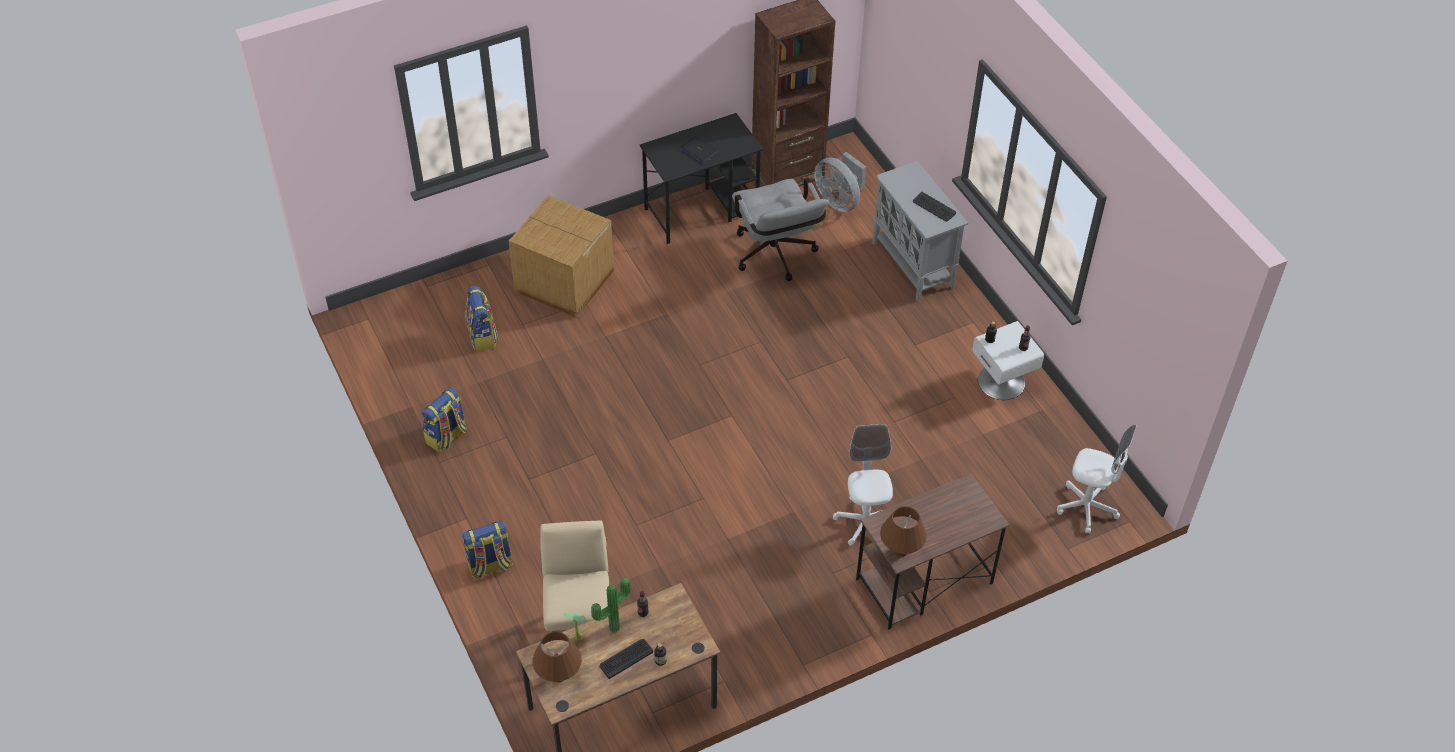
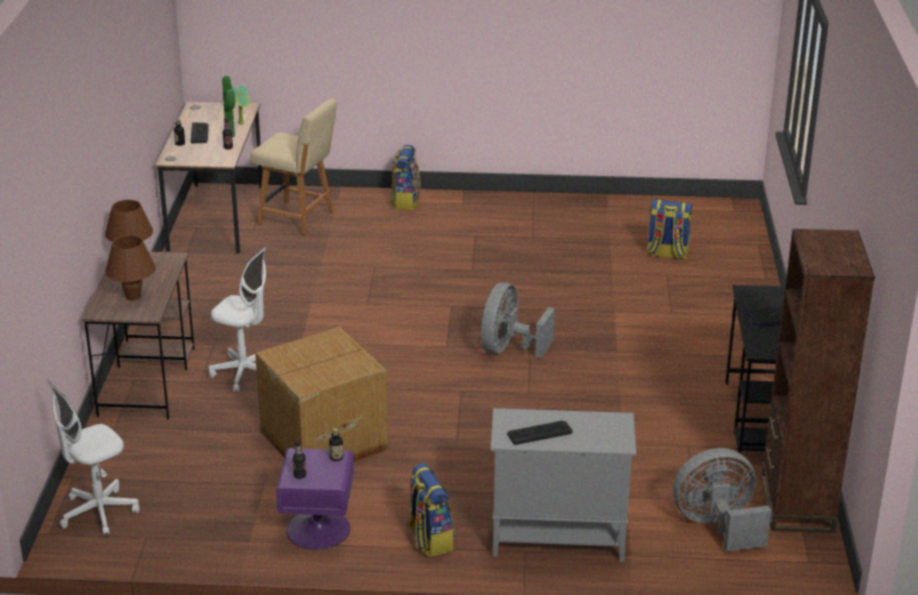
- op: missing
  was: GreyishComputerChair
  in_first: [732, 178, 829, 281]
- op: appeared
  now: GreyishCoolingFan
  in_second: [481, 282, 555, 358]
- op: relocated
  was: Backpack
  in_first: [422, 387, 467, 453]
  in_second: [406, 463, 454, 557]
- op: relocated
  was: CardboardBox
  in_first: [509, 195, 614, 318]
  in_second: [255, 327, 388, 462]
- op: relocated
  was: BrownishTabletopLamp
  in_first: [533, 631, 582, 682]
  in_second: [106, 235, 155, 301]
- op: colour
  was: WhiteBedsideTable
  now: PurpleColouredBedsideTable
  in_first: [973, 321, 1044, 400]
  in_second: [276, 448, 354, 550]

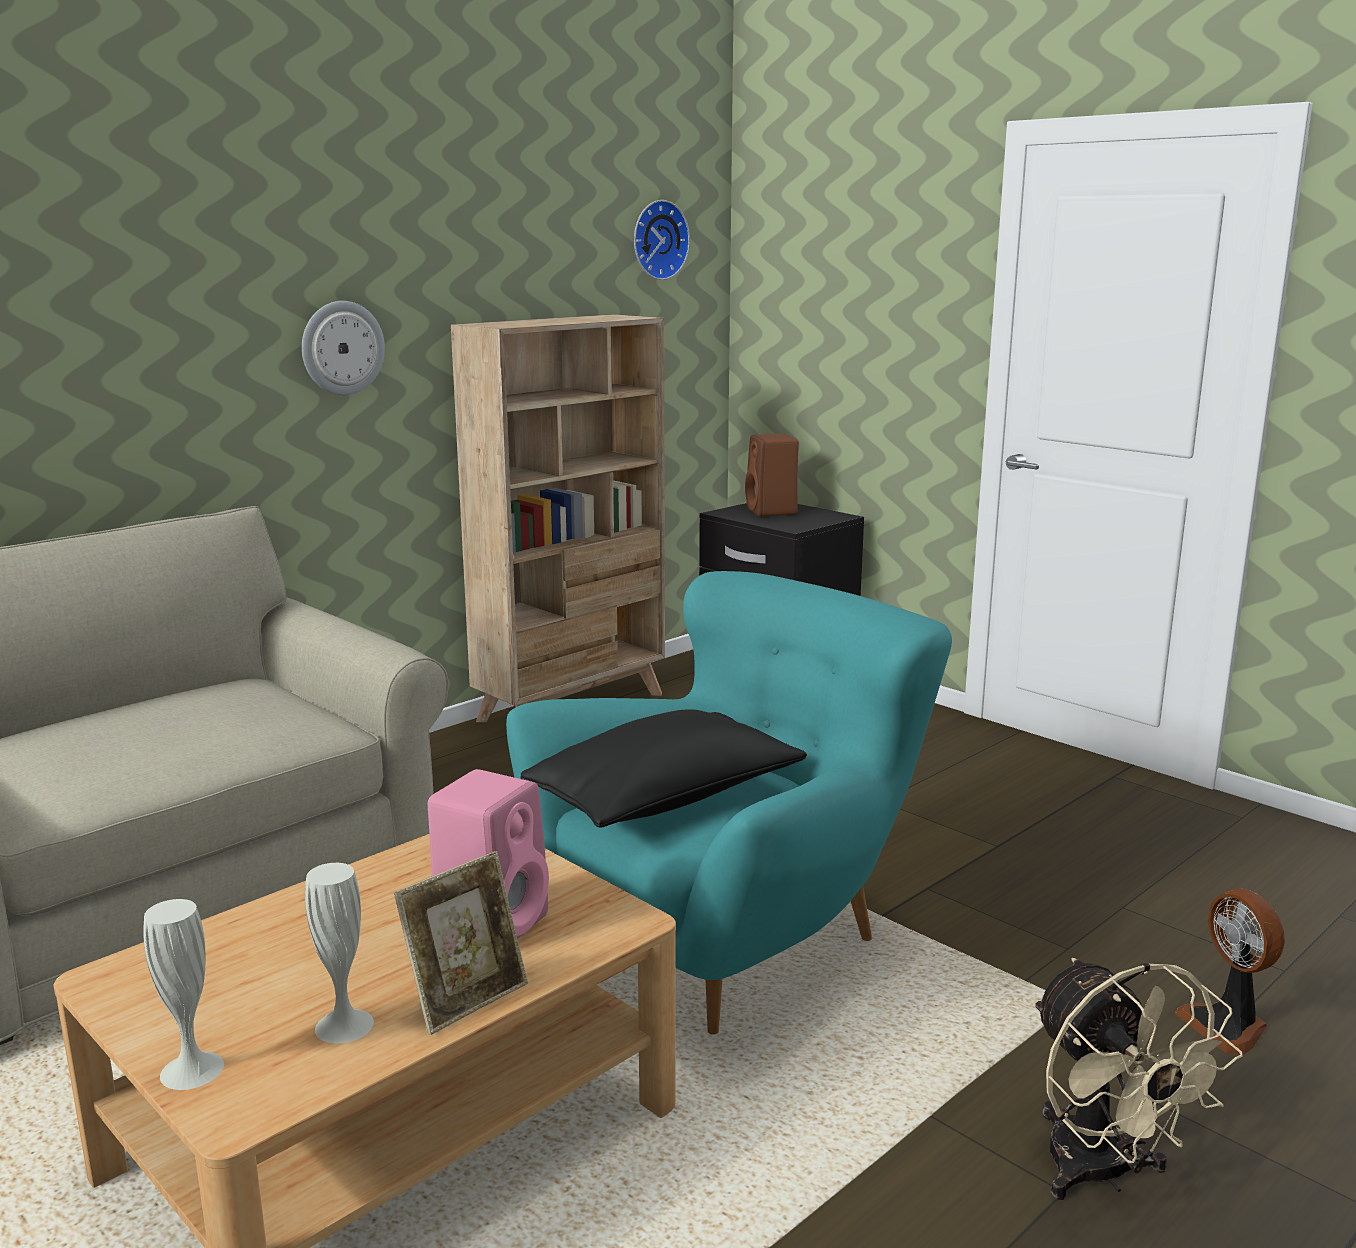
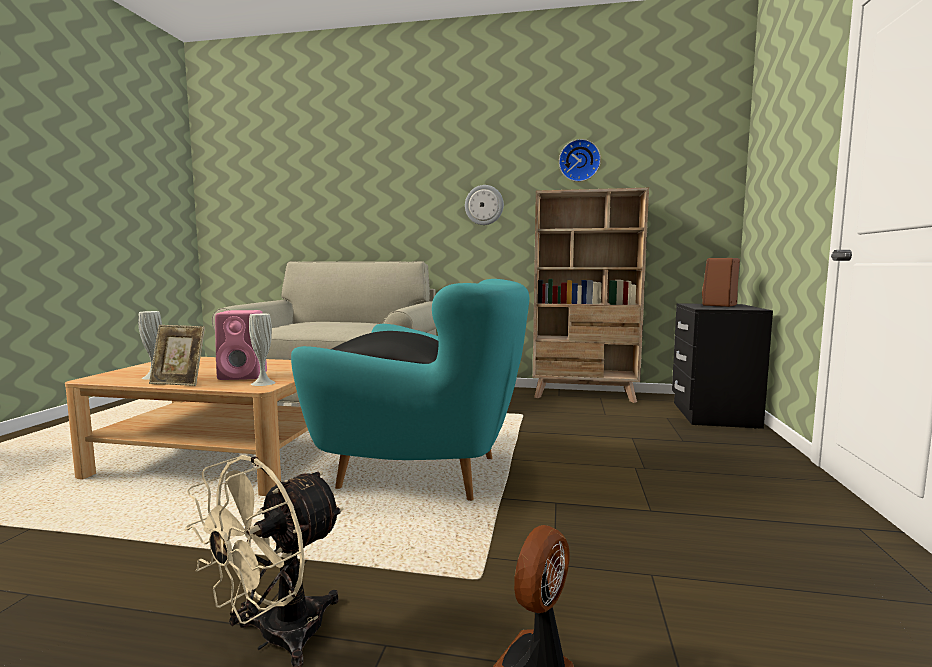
- op: relocated
  was: WhiteDecorativeVase
  in_first: [143, 899, 224, 1090]
  in_second: [249, 314, 276, 386]
- op: relocated
  was: HangingClock
  in_first: [634, 200, 690, 280]
  in_second: [559, 139, 601, 182]

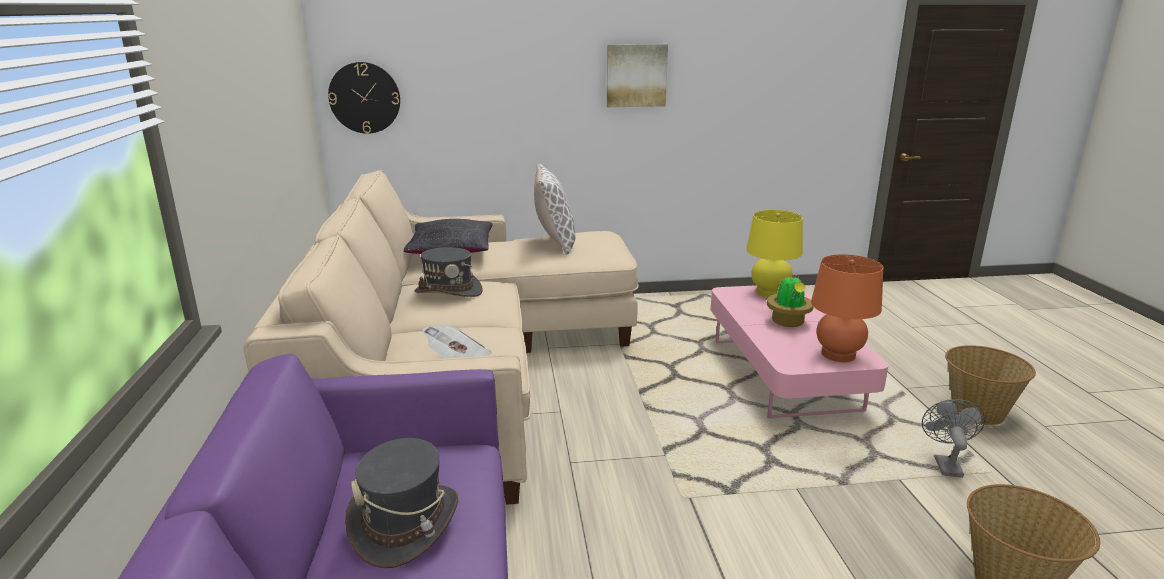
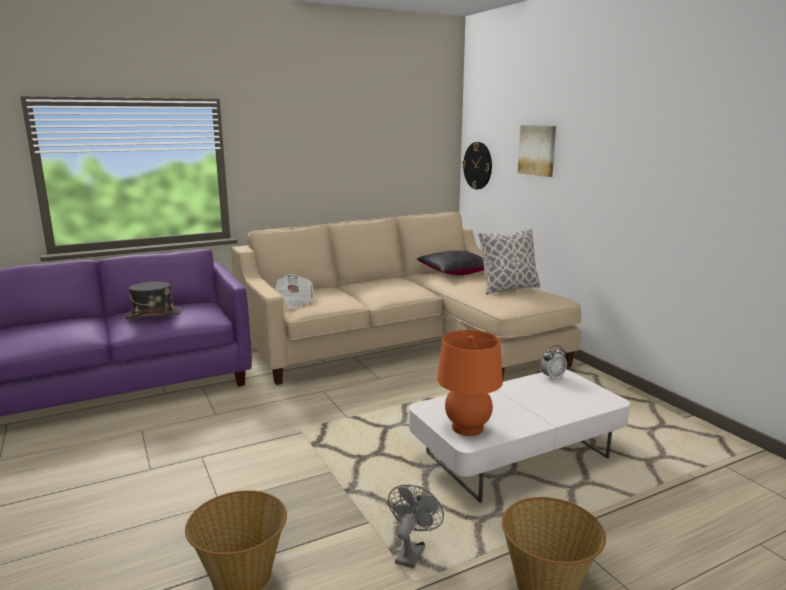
- op: missing
  was: GreyishWearableHat
  in_first: [414, 247, 483, 297]
- op: missing
  was: YellowTabletopLamp
  in_first: [746, 210, 803, 298]
- op: missing
  was: PottedPlant
  in_first: [767, 274, 813, 327]
- op: appeared
  now: AlarmClock
  in_second: [540, 345, 567, 381]
- op: relocated
  was: WallArt
  in_first: [607, 44, 668, 107]
  in_second: [518, 125, 556, 177]
- op: colour
  was: PinkishCoffeeTable
  now: WhiteCoffeeTable
  in_first: [711, 285, 888, 418]
  in_second: [409, 370, 630, 503]
- op: spun
  was: GreyishCoolingFan
  in_first: [922, 399, 985, 478]
  in_second: [388, 485, 444, 569]
  clockwise: -60

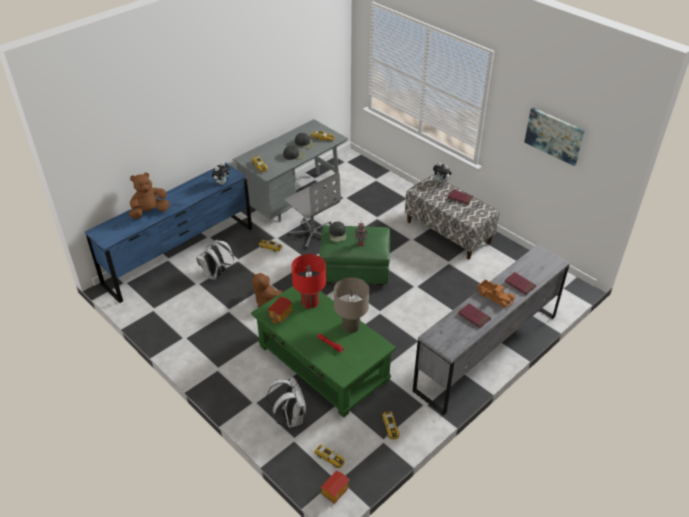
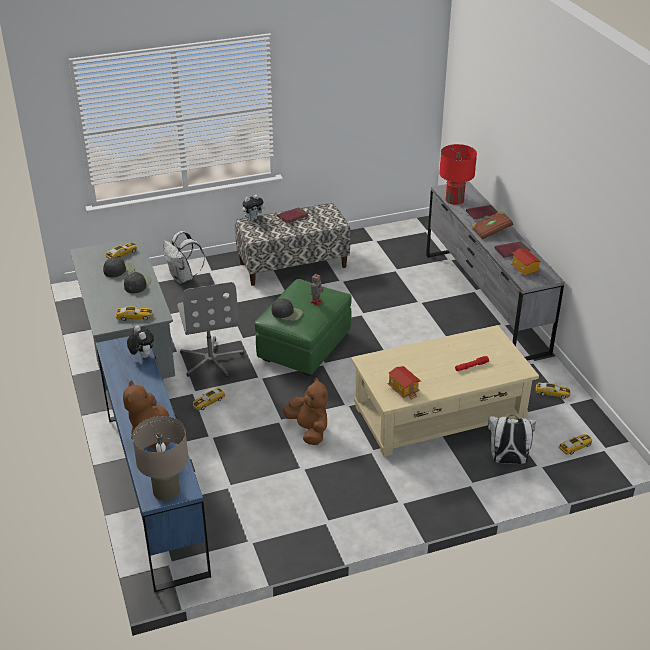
- op: missing
  was: WallArt
  in_first: [524, 108, 585, 166]
- op: relocated
  was: WhiteBackpack
  in_first: [196, 240, 234, 280]
  in_second: [163, 231, 205, 284]
- op: relocated
  was: RedColouredTabletopLamp
  in_first: [291, 254, 326, 308]
  in_second: [439, 144, 477, 205]
- op: relocated
  was: ToyHouse
  in_first: [321, 470, 349, 504]
  in_second: [511, 249, 541, 277]
- op: relocated
  was: BeigeTabletopLamp
  in_first: [334, 277, 369, 333]
  in_second: [132, 416, 189, 501]
- op: exchanged
  was: ToyLorry
  now: BrownishBook
  in_first: [477, 279, 515, 308]
  in_second: [471, 210, 513, 239]
- op: colour
  was: GreenCoffeeTable
  now: BeigeCoffeeTable
  in_first: [251, 286, 396, 418]
  in_second: [351, 325, 539, 457]
- op: spun
  was: BrownishCuddlyToy
  in_first: [252, 273, 283, 308]
  in_second: [283, 378, 328, 445]
  clockwise: -105
- op: spun
  was: GreyishComputerChair
  in_first: [284, 172, 341, 248]
  in_second: [177, 282, 244, 378]
  clockwise: 90

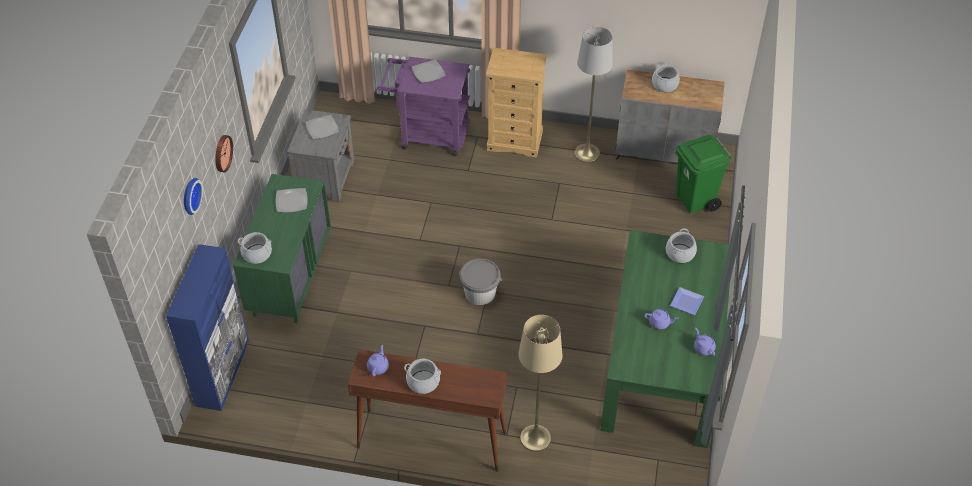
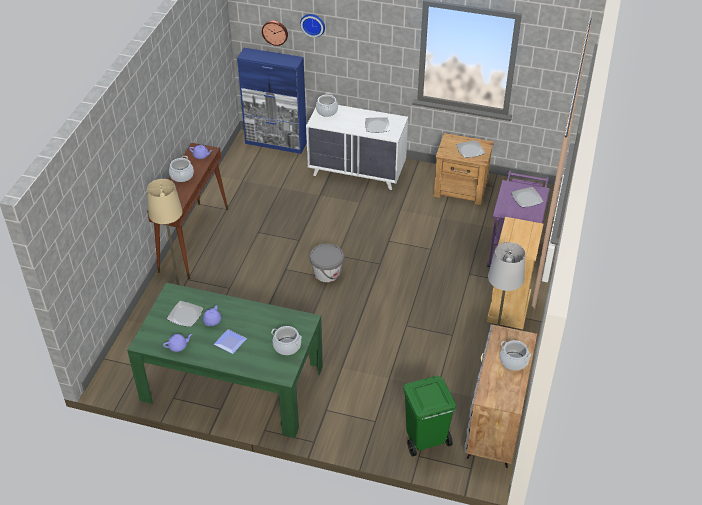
- op: appeared
  now: FlatDish
  in_second: [167, 301, 204, 327]
- op: relocated
  was: HangingClock
  in_first: [215, 135, 233, 172]
  in_second: [262, 21, 288, 46]
- op: colour
  was: GreenChestOfDrawers
  now: WhiteChestOfDrawers
  in_first: [233, 174, 331, 323]
  in_second: [306, 105, 408, 190]
- op: colour
  was: GreyishBedsideTable
  now: BrownishBedsideTable
  in_first: [287, 109, 354, 202]
  in_second: [434, 133, 494, 206]

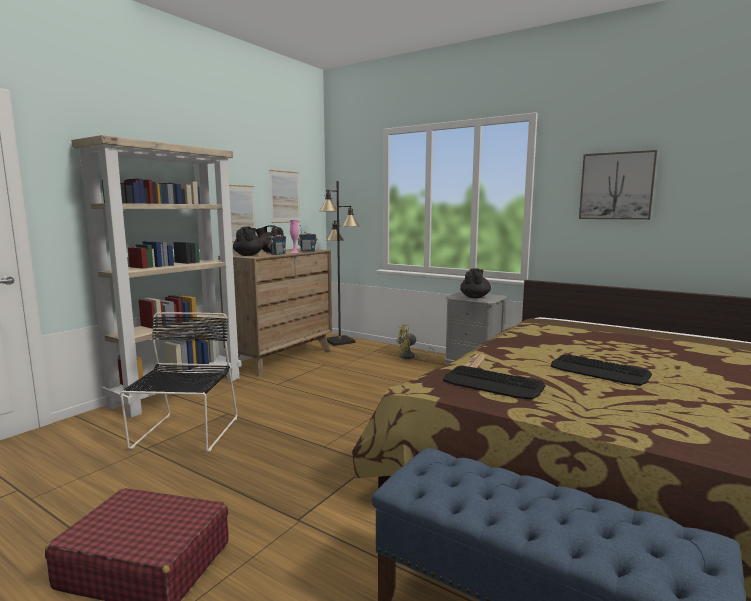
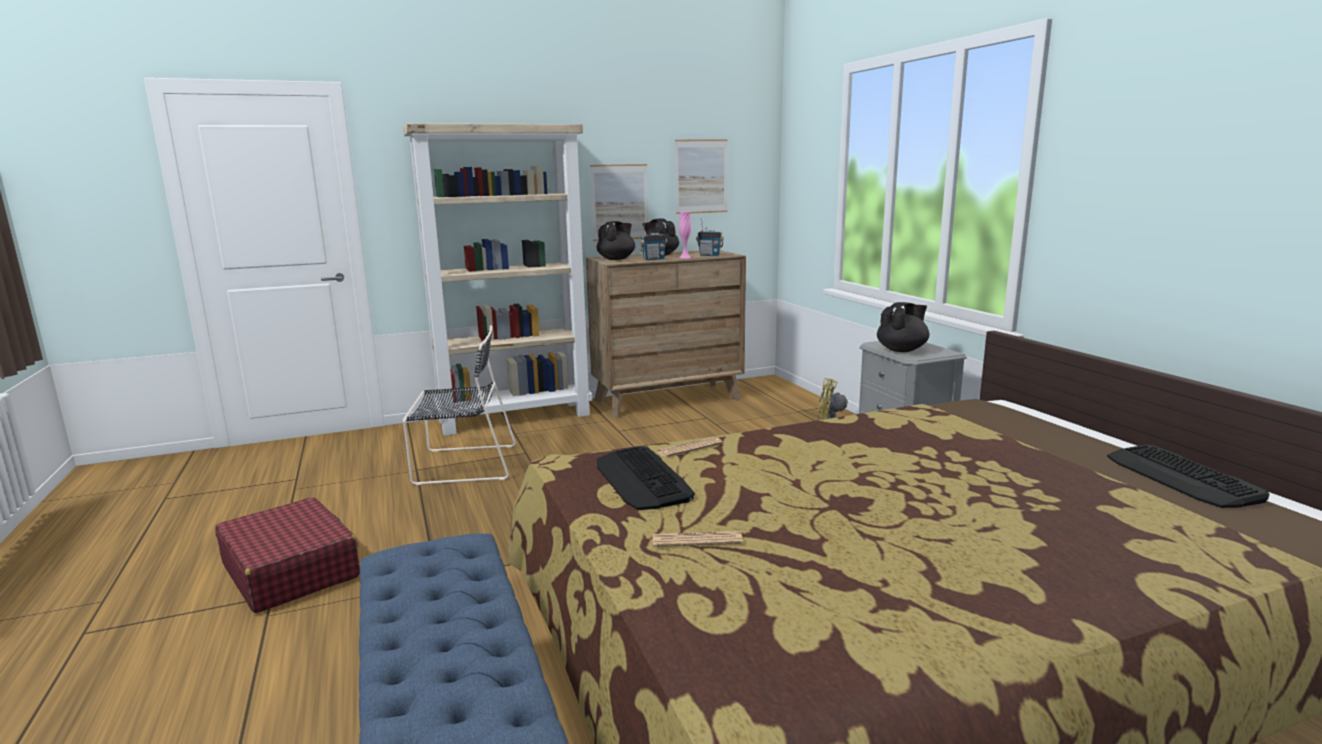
- op: missing
  was: BlackColouredStandingLamp
  in_first: [320, 181, 359, 346]
- op: missing
  was: WallArt
  in_first: [579, 150, 657, 220]
- op: appeared
  now: DailyPaper
  in_second: [652, 531, 743, 547]
- op: relocated
  was: Keyboard
  in_first: [551, 354, 652, 386]
  in_second: [1107, 445, 1269, 508]
- op: spun
  was: BlackColouredChair
  in_first: [120, 312, 237, 452]
  in_second: [403, 325, 516, 485]
  clockwise: 45

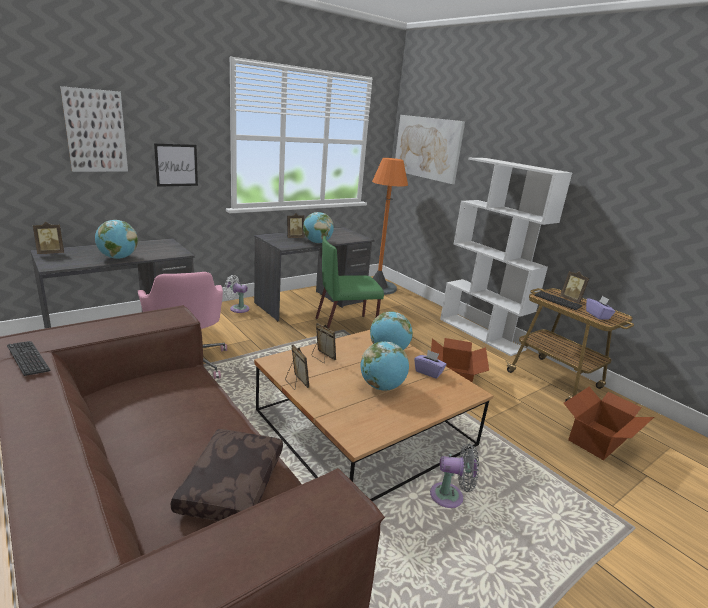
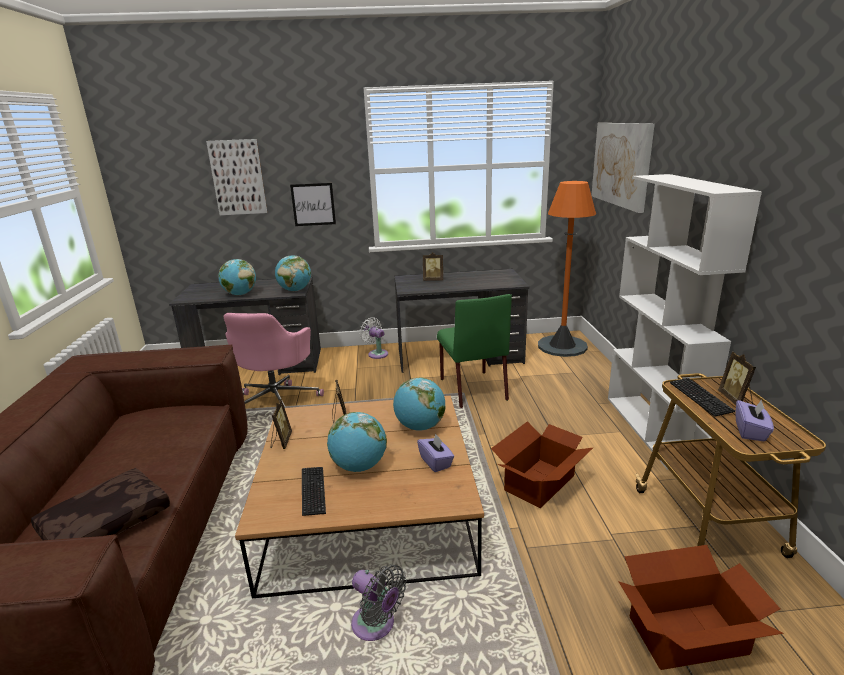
- op: missing
  was: PictureFrame
  in_first: [33, 222, 64, 254]
- op: relocated
  was: Keyboard
  in_first: [7, 341, 50, 376]
  in_second: [302, 467, 326, 516]
- op: relocated
  was: DeskGlobe
  in_first: [303, 212, 334, 243]
  in_second: [275, 255, 311, 291]
- op: spun
  was: GreenChair
  in_first: [315, 236, 384, 328]
  in_second: [437, 294, 512, 408]
  clockwise: -120

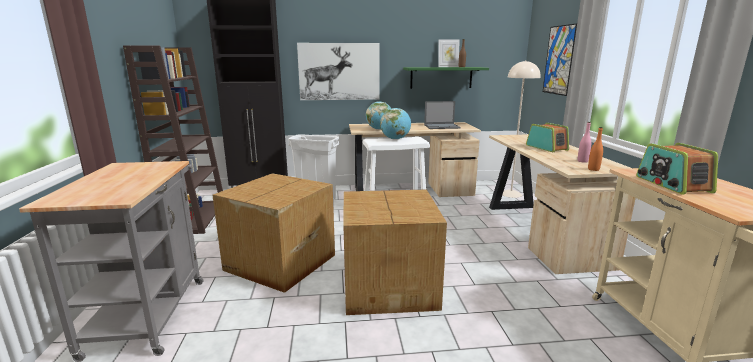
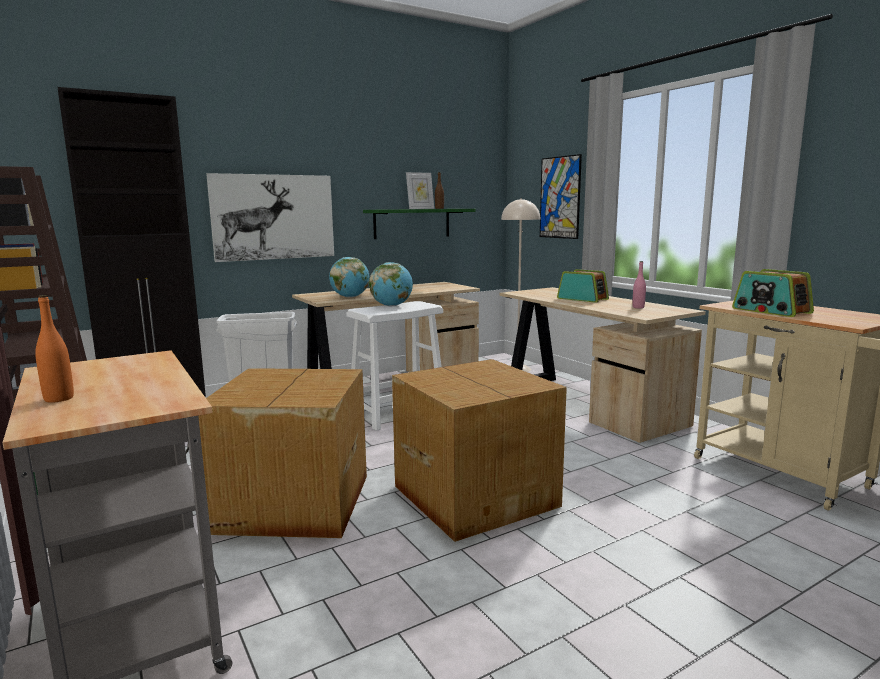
- op: missing
  was: PortableComputer
  in_first: [424, 101, 461, 129]
- op: relocated
  was: OrangeBeverageBottle
  in_first: [588, 127, 603, 171]
  in_second: [35, 295, 74, 403]

